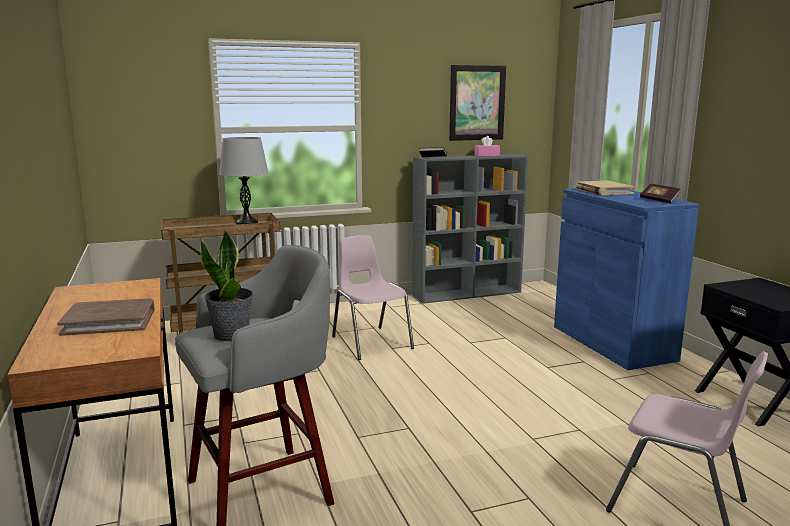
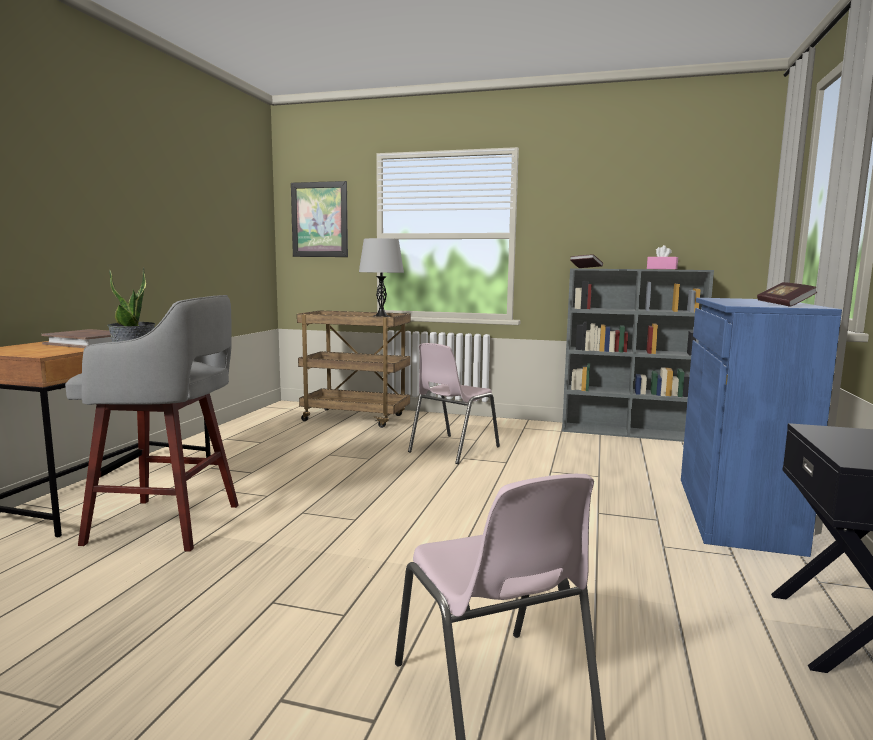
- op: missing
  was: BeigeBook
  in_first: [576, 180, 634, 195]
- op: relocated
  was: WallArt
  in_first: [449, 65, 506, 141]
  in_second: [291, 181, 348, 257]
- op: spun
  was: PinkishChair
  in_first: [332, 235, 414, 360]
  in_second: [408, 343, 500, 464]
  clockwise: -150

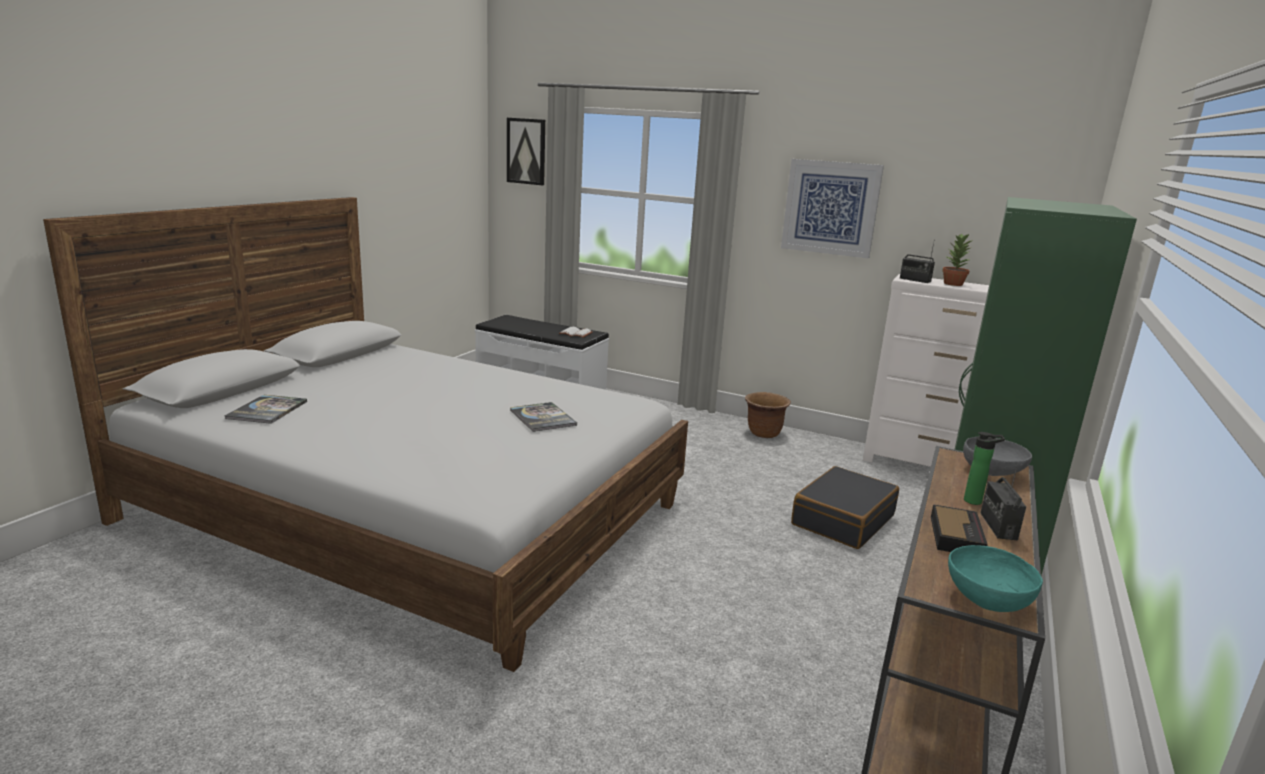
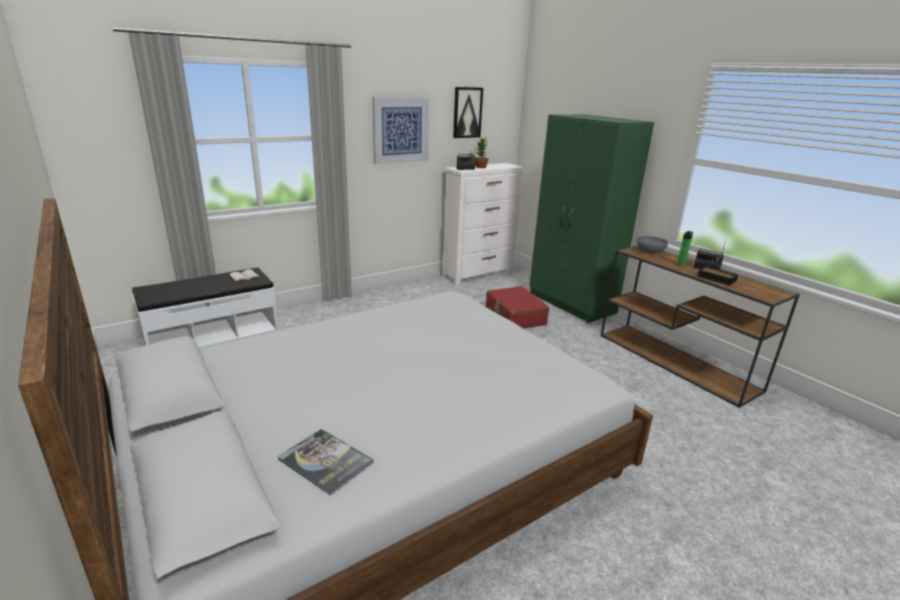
- op: missing
  was: Book
  in_first: [510, 402, 577, 432]
- op: missing
  was: BrownishPlantPot
  in_first: [745, 392, 791, 438]
- op: missing
  was: TurquoiseBowl
  in_first: [948, 545, 1043, 612]
- op: relocated
  was: WallArt
  in_first: [507, 118, 545, 185]
  in_second: [453, 87, 483, 138]
- op: colour
  was: BlackColouredSuitcase
  now: RedColouredSuitcase
  in_first: [791, 466, 899, 549]
  in_second: [486, 286, 549, 328]

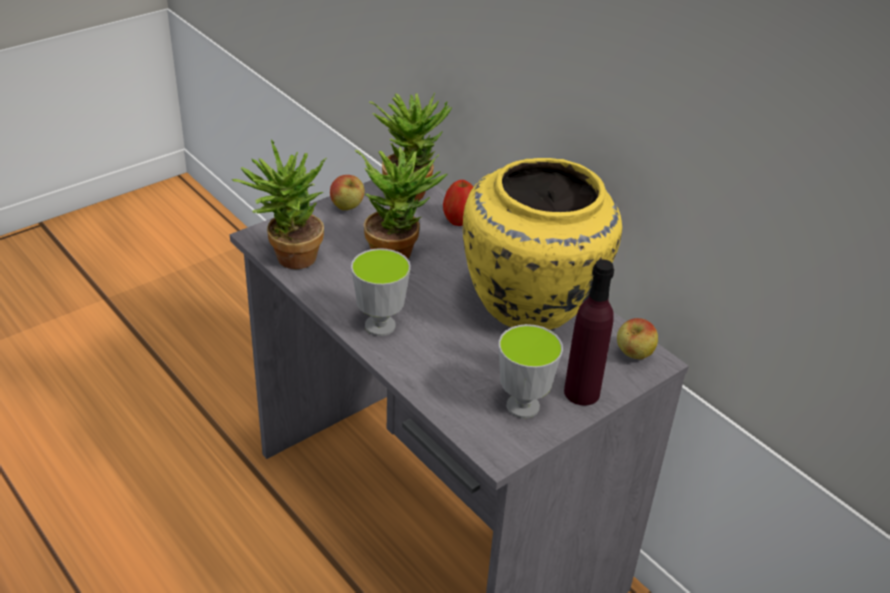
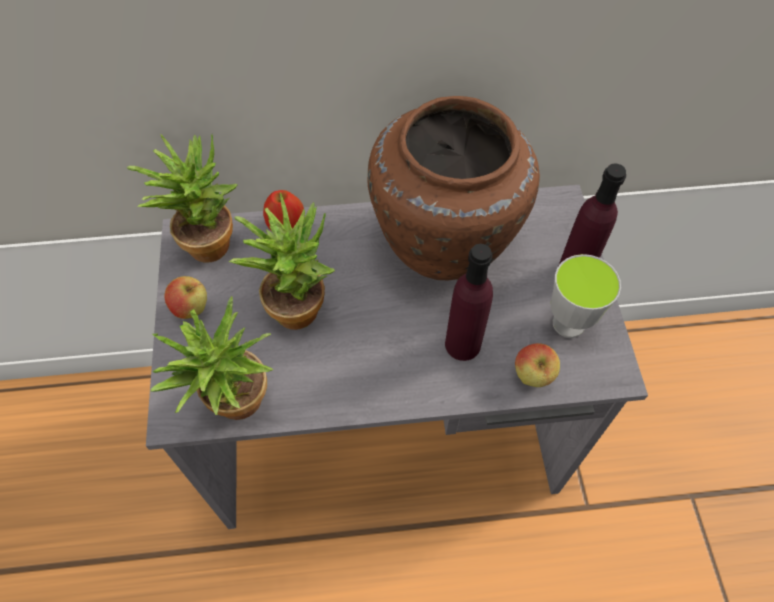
- op: missing
  was: Cup
  in_first: [351, 248, 411, 336]
- op: appeared
  now: PurpleColouredBeverageBottle
  in_second: [445, 244, 493, 361]
- op: relocated
  was: WholeApple
  in_first: [617, 318, 658, 359]
  in_second: [515, 343, 560, 387]
- op: colour
  was: YellowDecorativeVase
  now: BrownishDecorativeVase
  in_first: [463, 158, 622, 330]
  in_second: [368, 96, 540, 280]

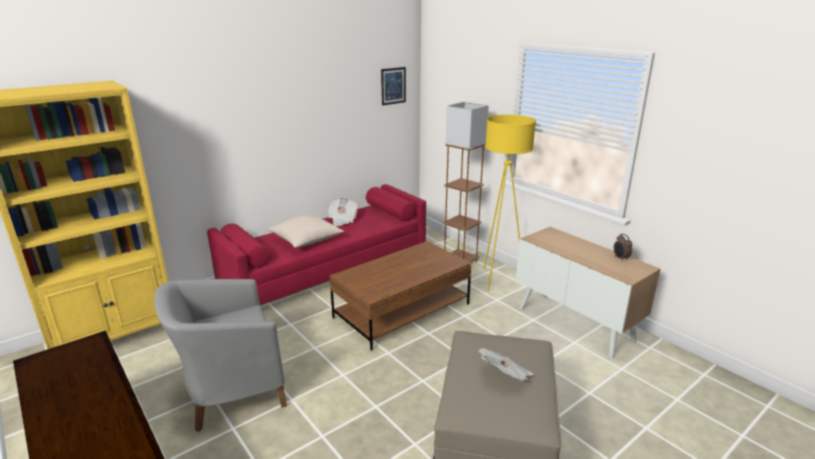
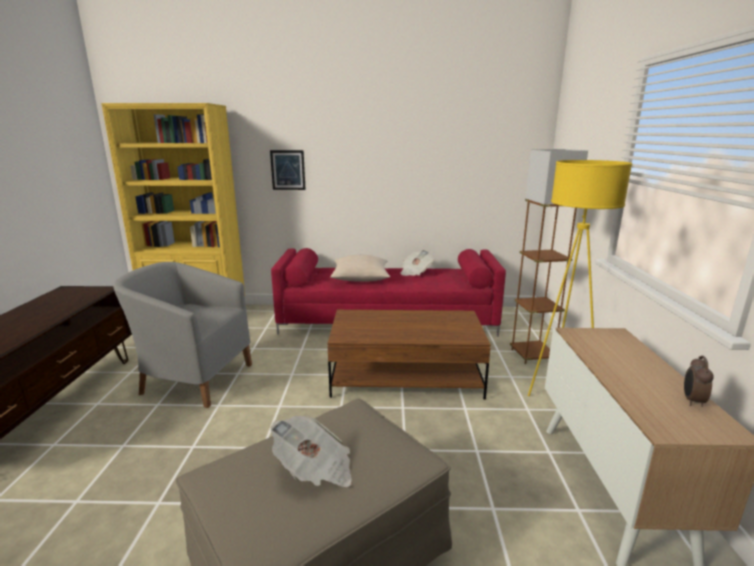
- op: relocated
  was: WallArt
  in_first: [381, 67, 406, 105]
  in_second: [270, 150, 306, 190]

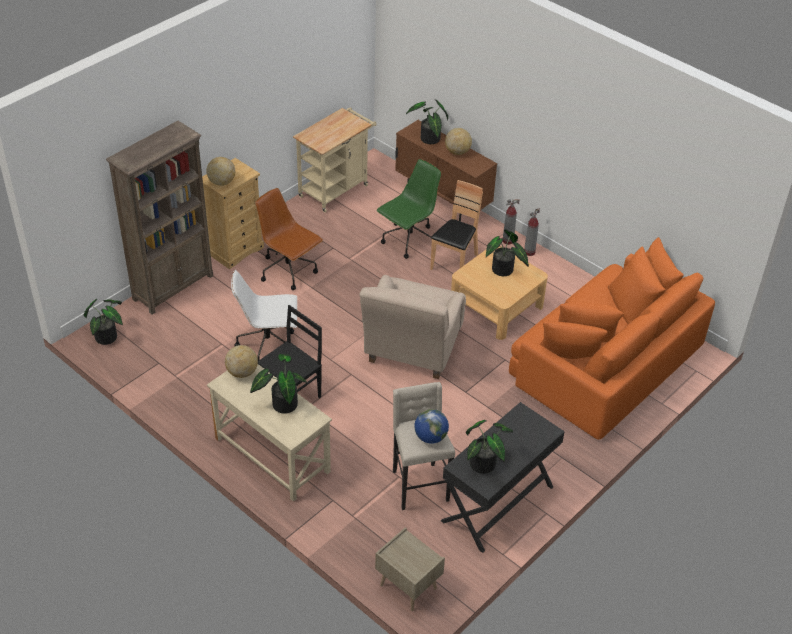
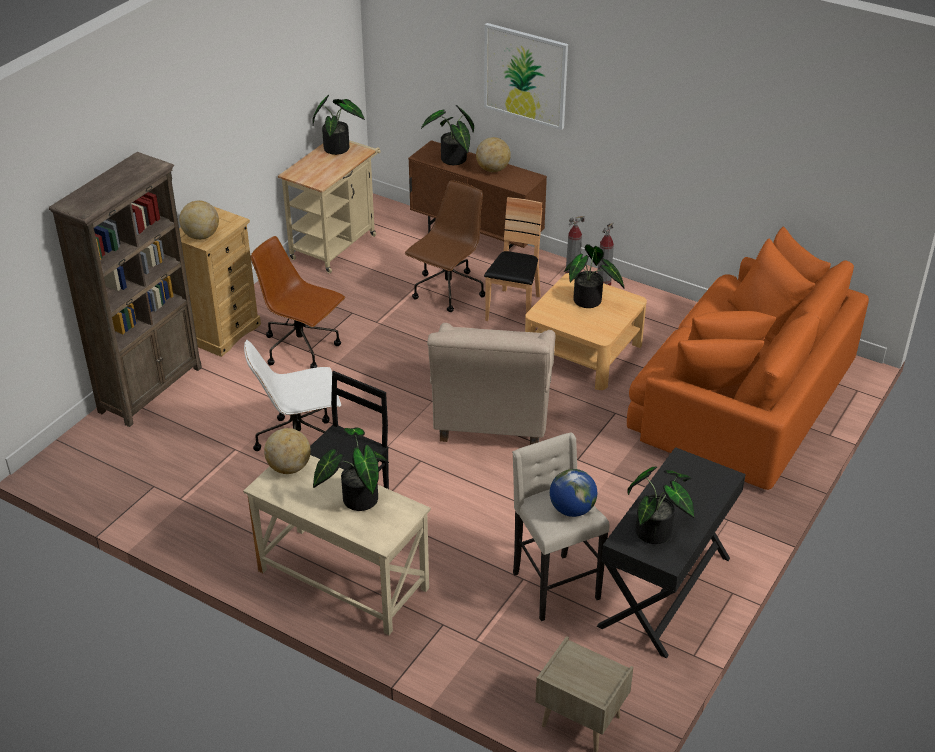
- op: appeared
  now: WallArt
  in_second: [484, 23, 568, 130]
- op: relocated
  was: PottedPlant
  in_first: [84, 299, 123, 345]
  in_second: [312, 95, 365, 155]
- op: colour
  was: GreenComputerChair
  now: BrownishComputerChair
  in_first: [377, 159, 441, 259]
  in_second: [405, 180, 485, 312]

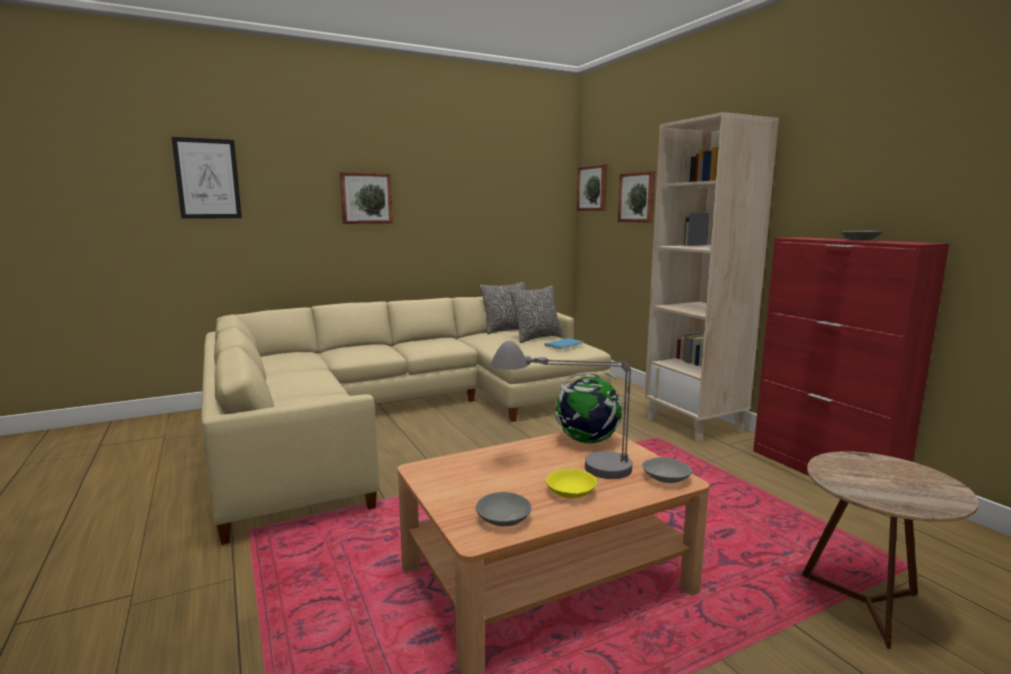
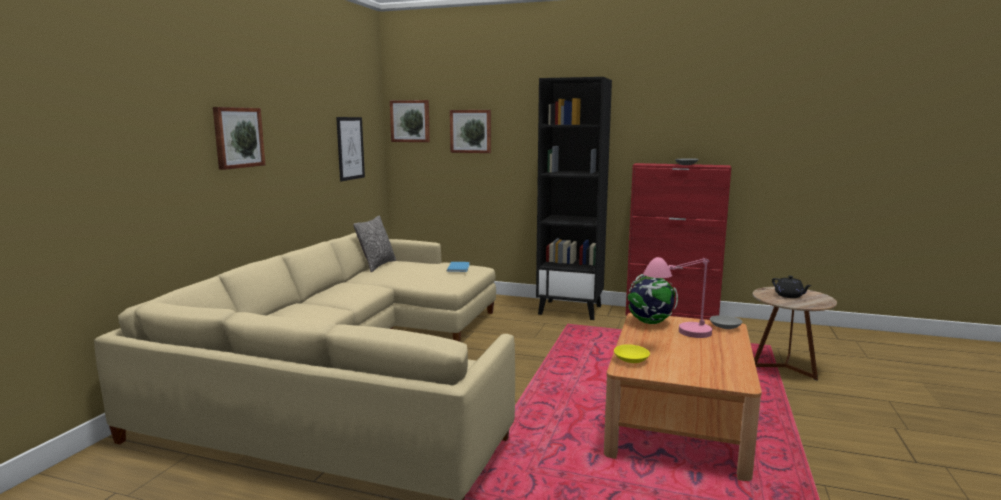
- op: missing
  was: GreyishBowl
  in_first: [476, 492, 532, 526]
- op: missing
  was: ThrowPillow
  in_first: [510, 286, 564, 343]
- op: appeared
  now: BlackColouredPotForTea
  in_second: [772, 276, 812, 298]
- op: relocated
  was: WallArt
  in_first: [171, 137, 242, 219]
  in_second: [336, 117, 365, 181]
- op: relocated
  was: YellowBowl
  in_first: [546, 469, 597, 498]
  in_second: [614, 344, 650, 363]
- op: colour
  was: GreyishTabletopLamp
  now: PinkishTabletopLamp
  in_first: [490, 341, 632, 479]
  in_second: [643, 257, 712, 338]
- op: colour
  was: BeigeBookcase
  now: BlackColouredBookcase
  in_first: [645, 112, 779, 443]
  in_second: [536, 77, 612, 320]

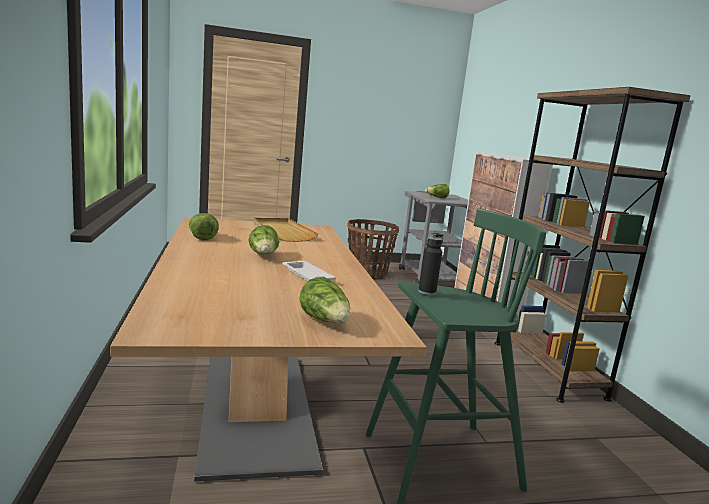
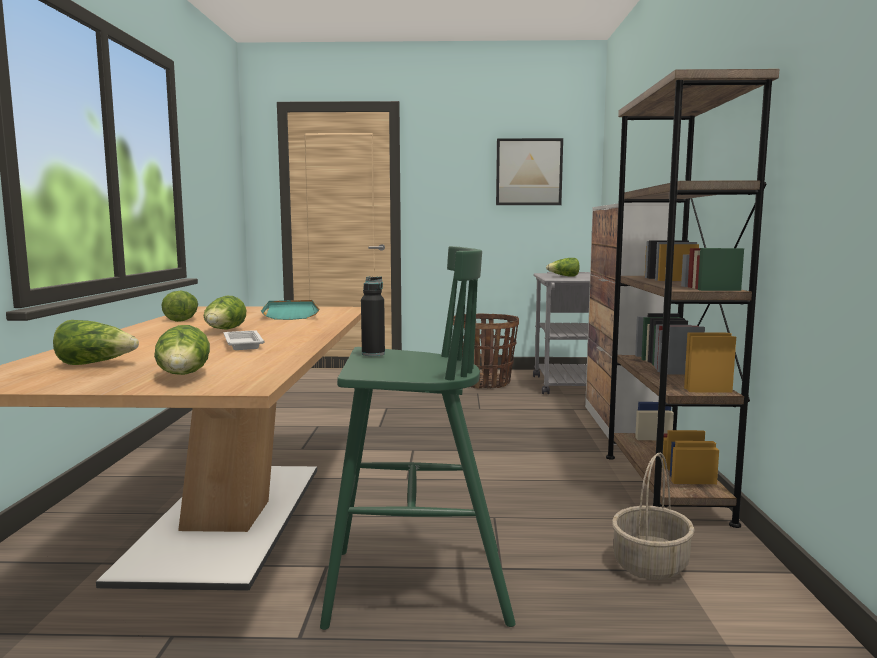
- op: appeared
  now: HeadOfLettuce
  in_second: [53, 320, 139, 365]
- op: appeared
  now: WallArt
  in_second: [496, 138, 563, 205]
- op: appeared
  now: HouseholdBasket
  in_second: [612, 453, 695, 580]
- op: colour
  was: BeigeTray
  now: TurquoiseTray
  in_first: [254, 218, 318, 242]
  in_second: [261, 300, 319, 320]

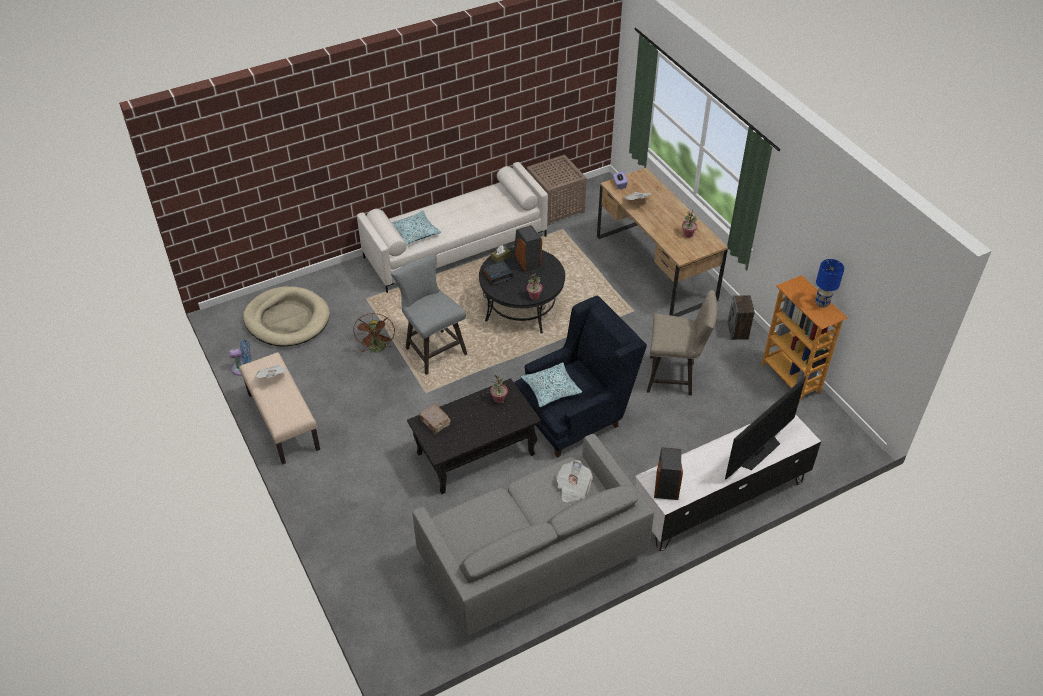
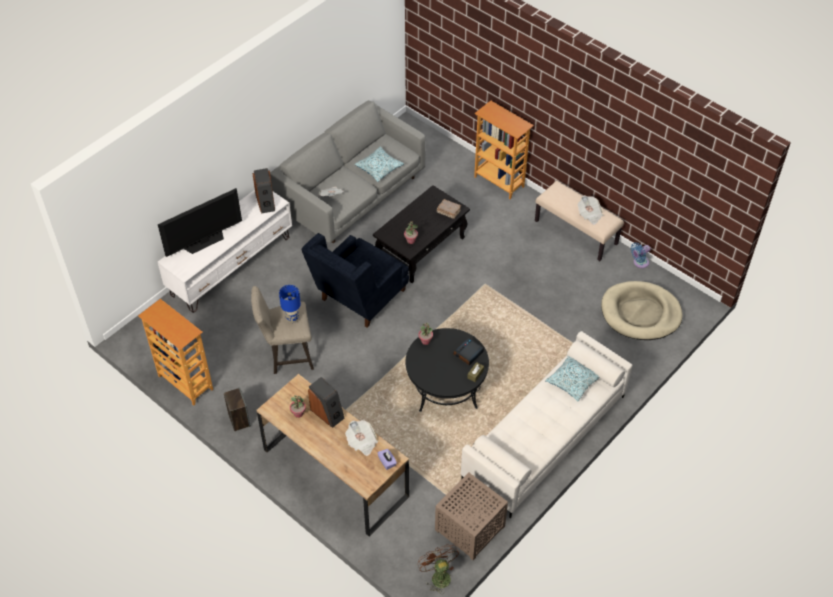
- op: missing
  was: GreyishSittingStool
  in_first: [391, 254, 467, 375]
- op: appeared
  now: Bookcase
  in_second: [474, 101, 534, 199]
- op: relocated
  was: BrownishCoolingFan
  in_first: [353, 313, 395, 352]
  in_second: [418, 544, 459, 593]
- op: relocated
  was: Speaker
  in_first: [514, 225, 542, 272]
  in_second: [308, 377, 344, 428]
- op: relocated
  was: ThrowPillow
  in_first: [521, 362, 582, 407]
  in_second: [355, 146, 404, 182]
- op: relocated
  was: BlueTabletopLamp
  in_first: [815, 259, 845, 308]
  in_second: [279, 285, 301, 323]
- op: spun
  was: Television
  in_first: [725, 376, 806, 479]
  in_second: [158, 188, 242, 257]
  clockwise: -150

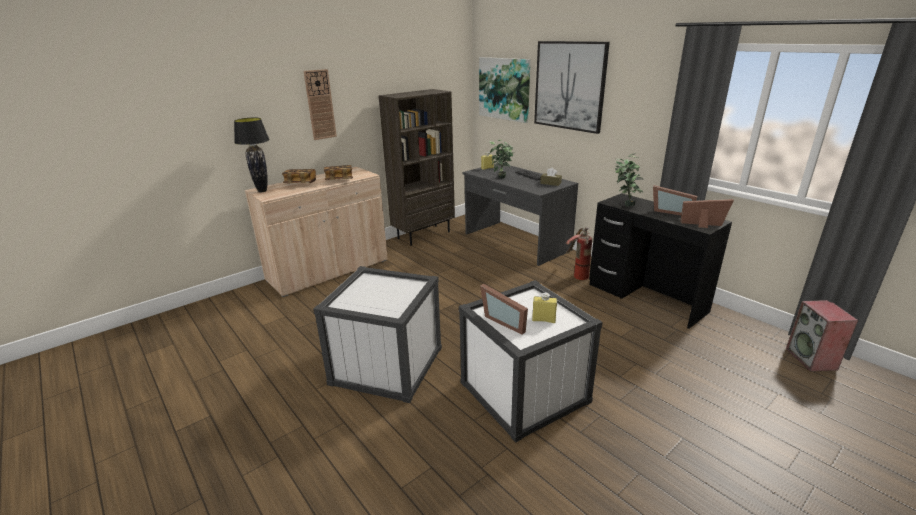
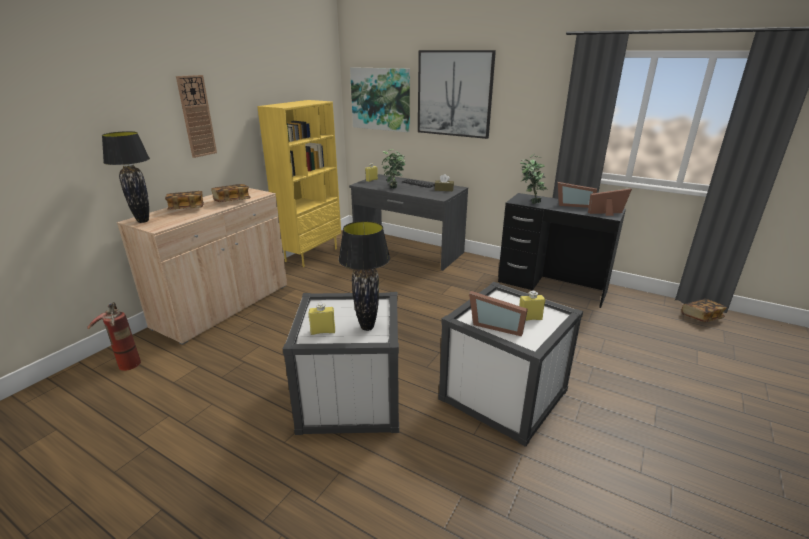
- op: appeared
  now: YellowBeverageBottle
  in_second: [309, 303, 335, 335]
- op: appeared
  now: BlackColouredTabletopLamp
  in_second: [338, 221, 390, 331]
- op: relocated
  was: Extinguisher
  in_first: [566, 227, 592, 280]
  in_second: [87, 302, 141, 371]
- op: exchanged
  was: Speaker
  now: Book
  in_first: [786, 300, 858, 372]
  in_second: [681, 299, 727, 322]
- op: colour
  was: BrownishBookcase
  now: YellowBookcase
  in_first: [379, 89, 455, 245]
  in_second: [257, 100, 341, 267]

